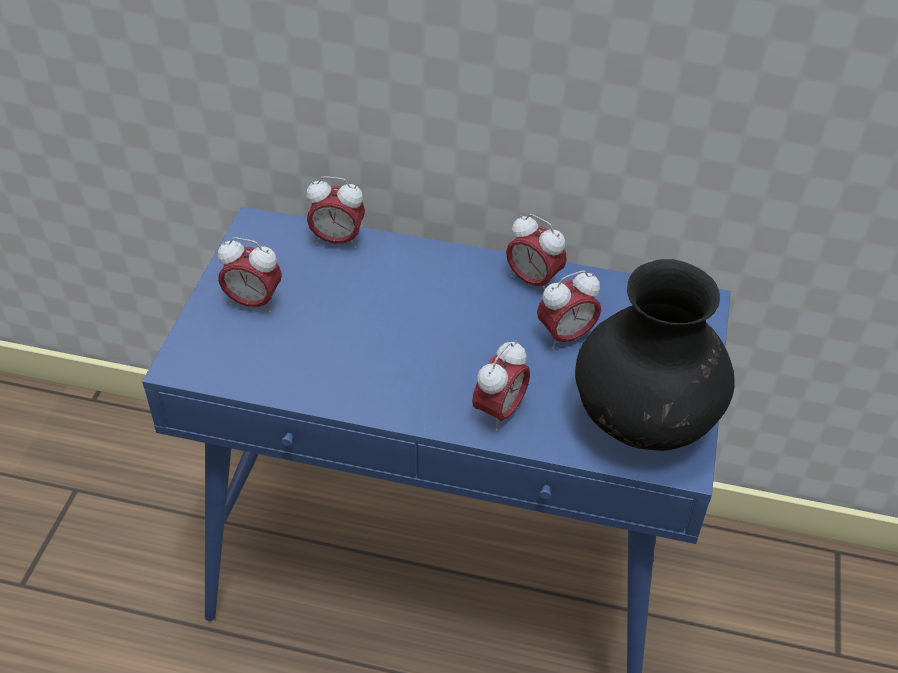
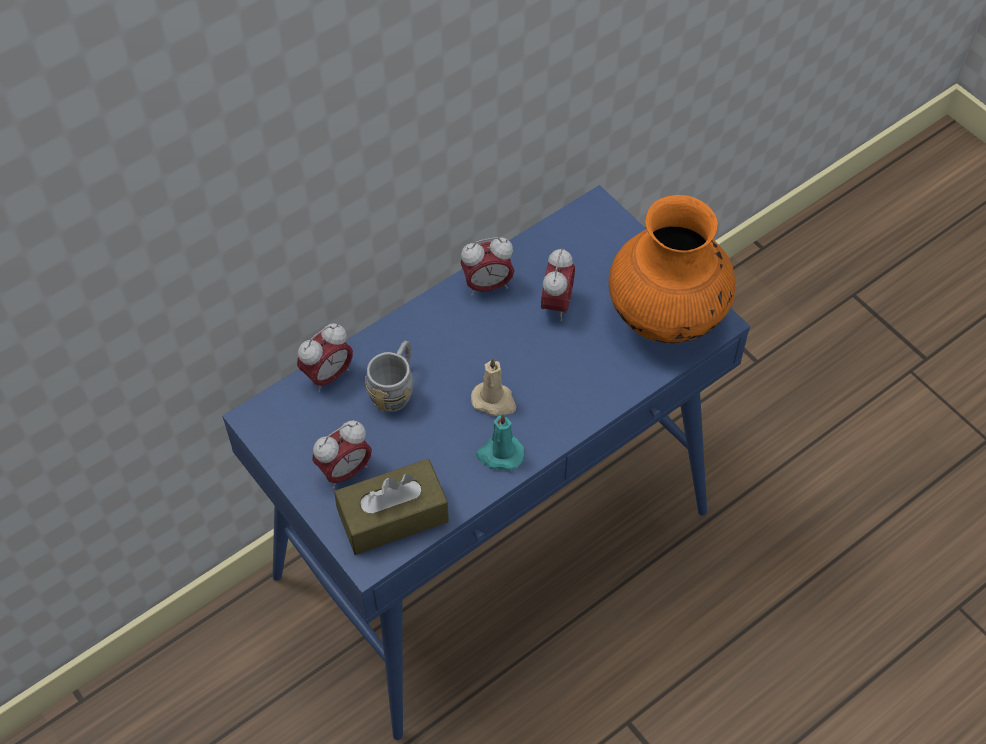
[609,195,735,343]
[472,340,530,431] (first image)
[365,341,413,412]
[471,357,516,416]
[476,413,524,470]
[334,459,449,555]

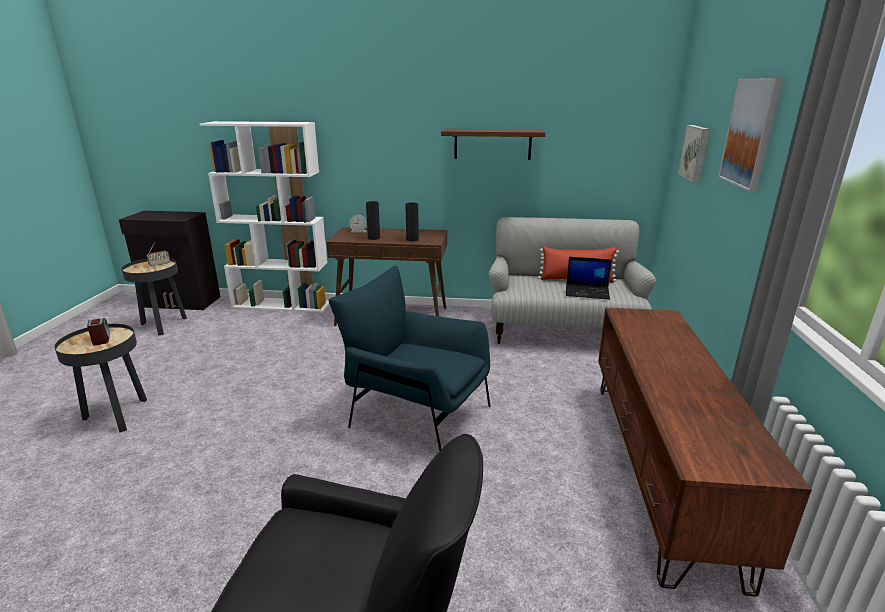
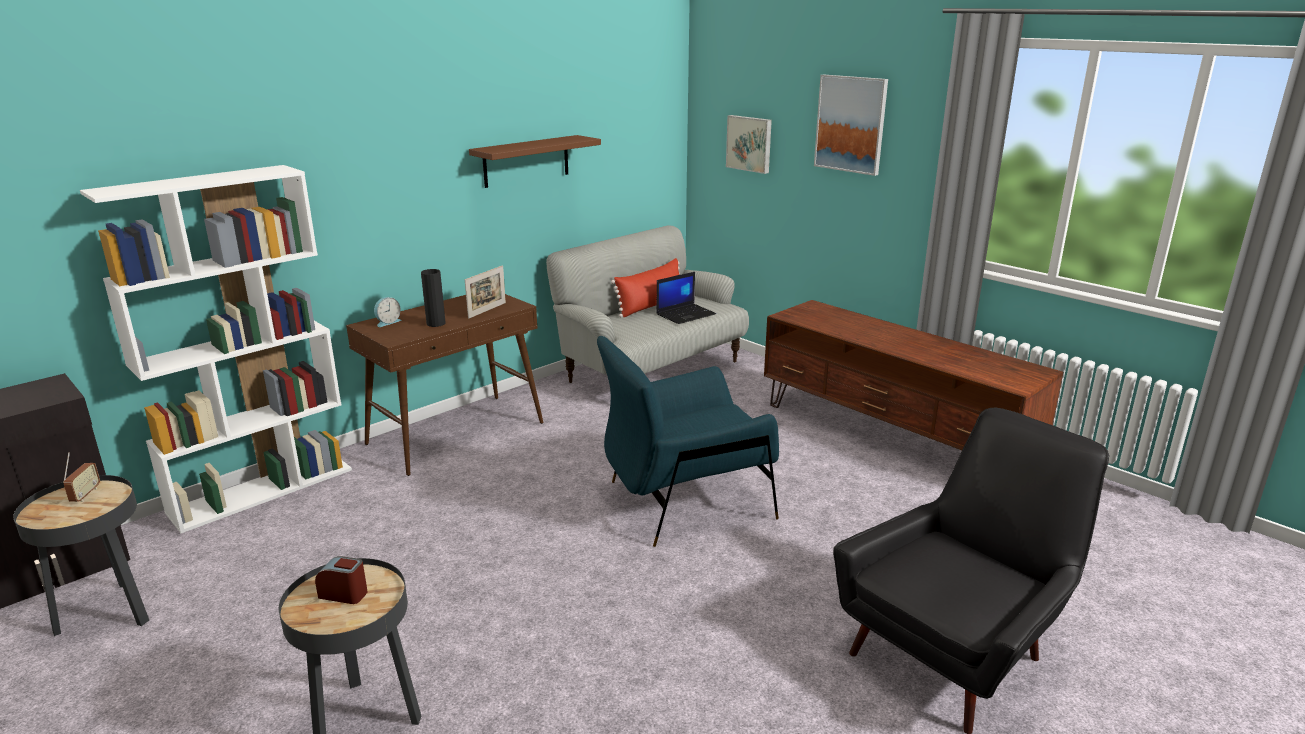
[465,265,506,319]

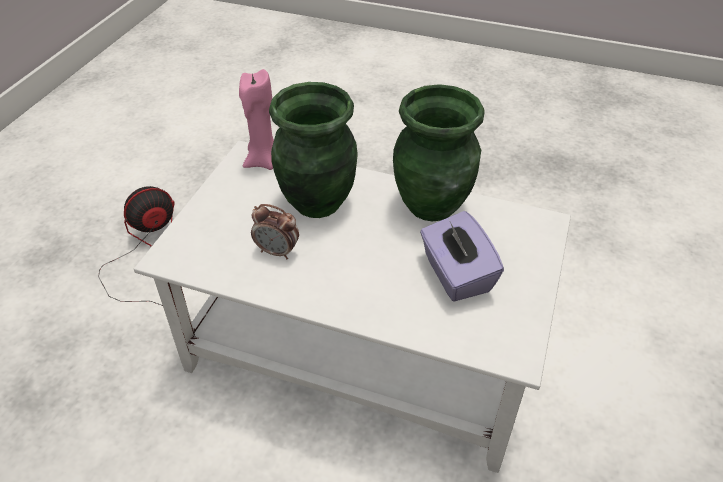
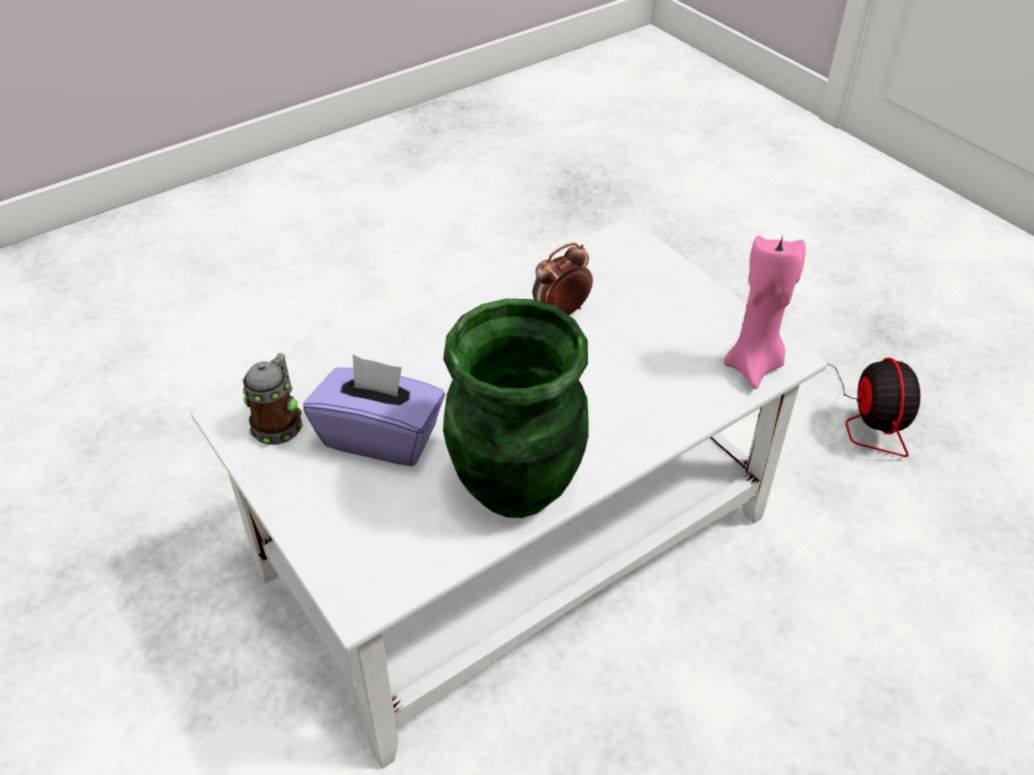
[269,82,358,218] (first image)
[243,353,303,445]

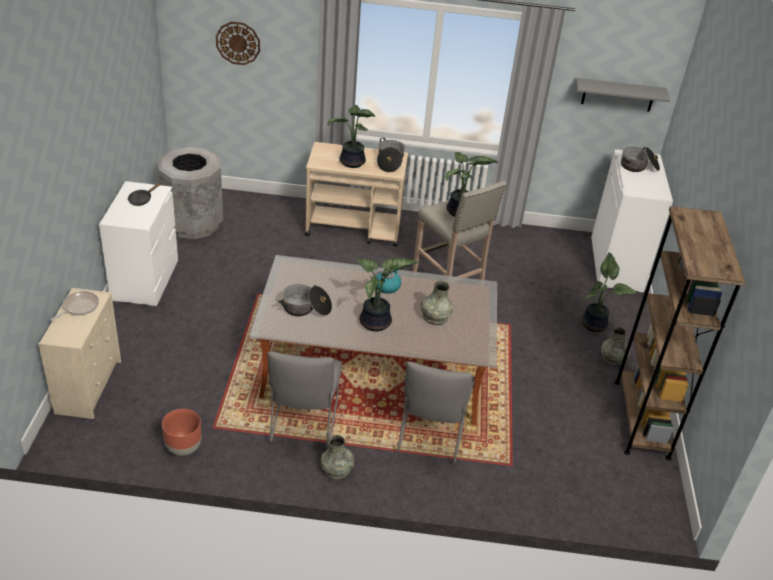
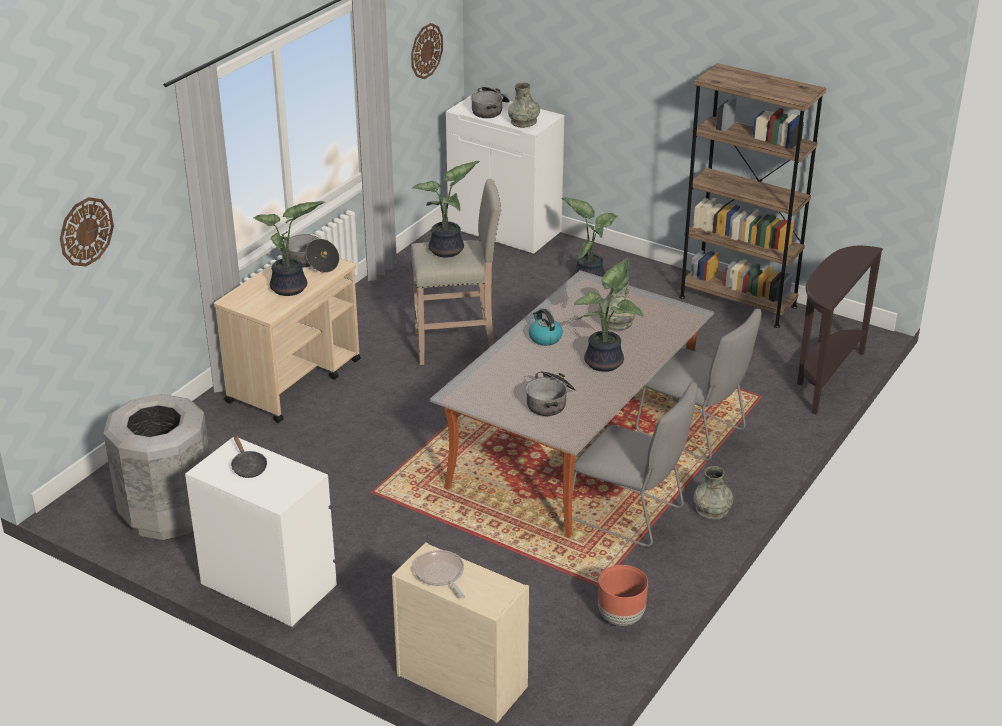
[411,23,443,79]
[508,83,540,128]
[797,246,883,414]

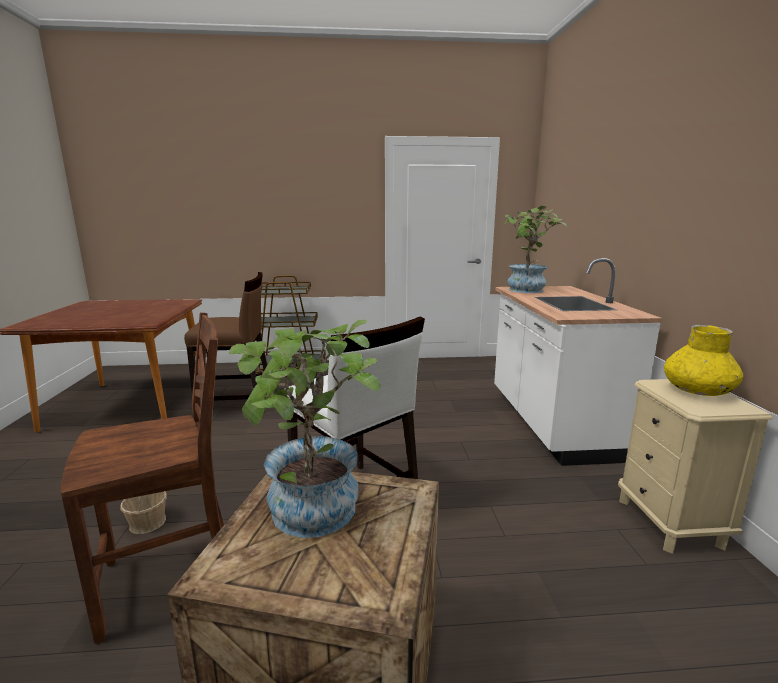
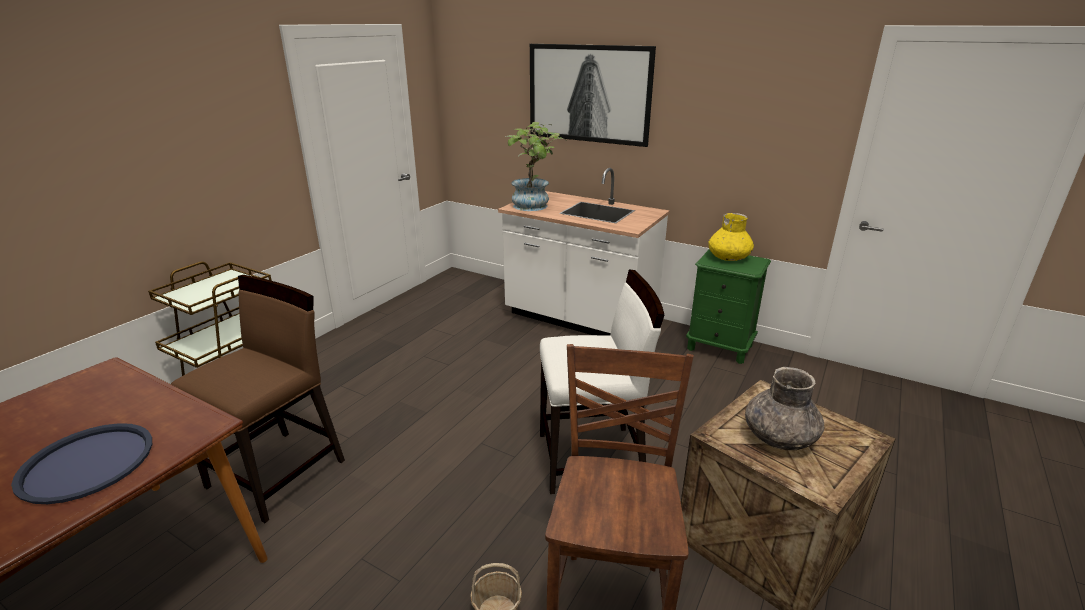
[745,367,824,450]
[686,249,771,364]
[530,44,656,147]
[11,423,152,504]

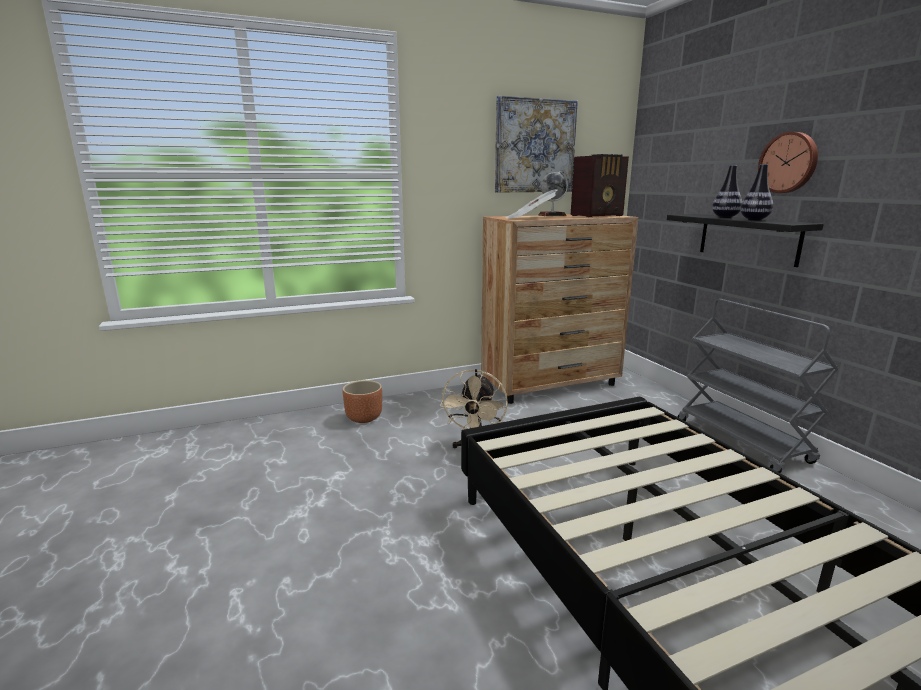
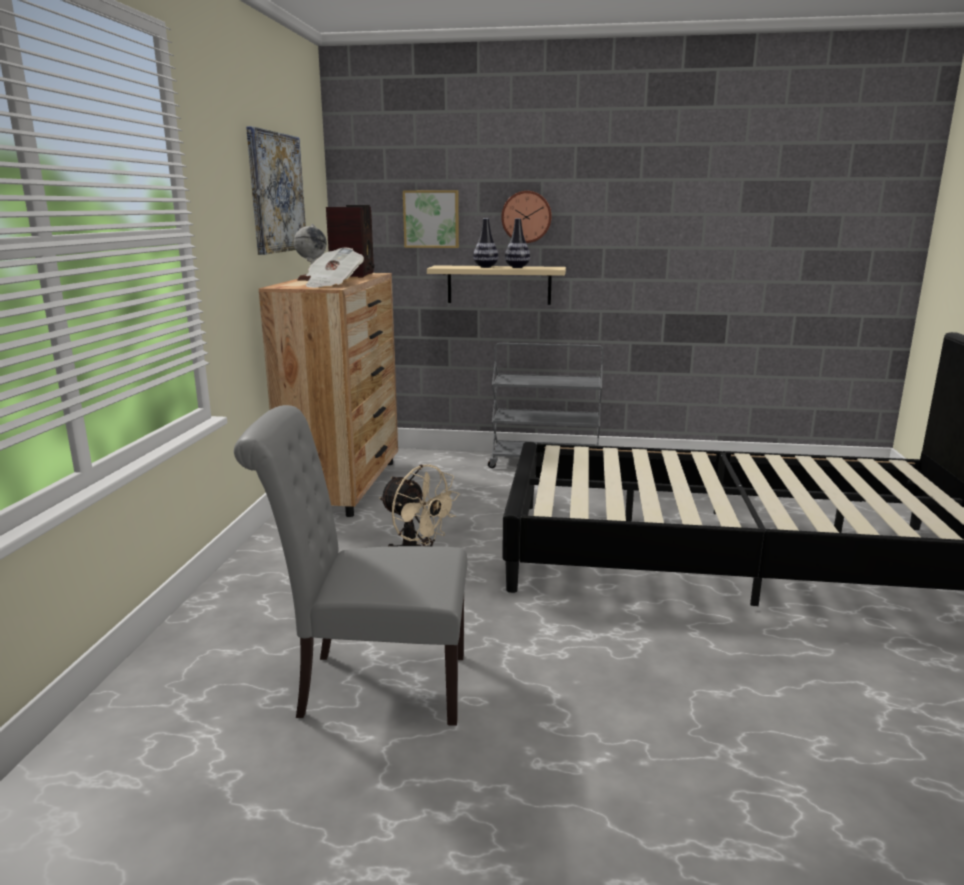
[427,265,566,305]
[343,380,382,423] (first image)
[403,190,459,248]
[234,405,467,726]

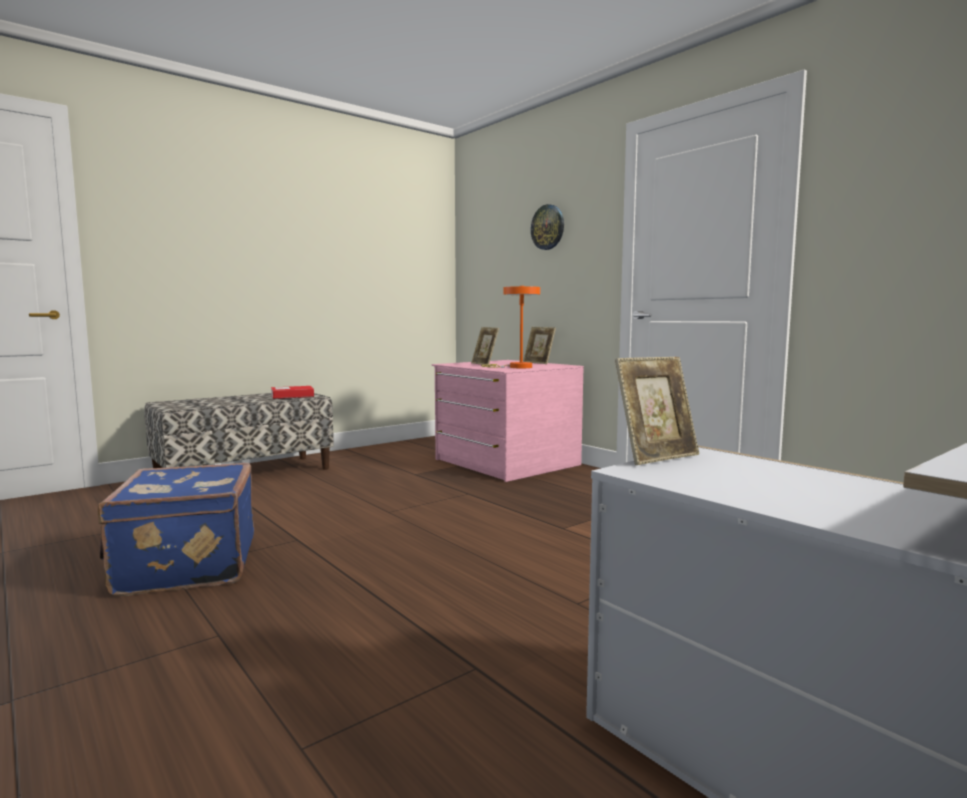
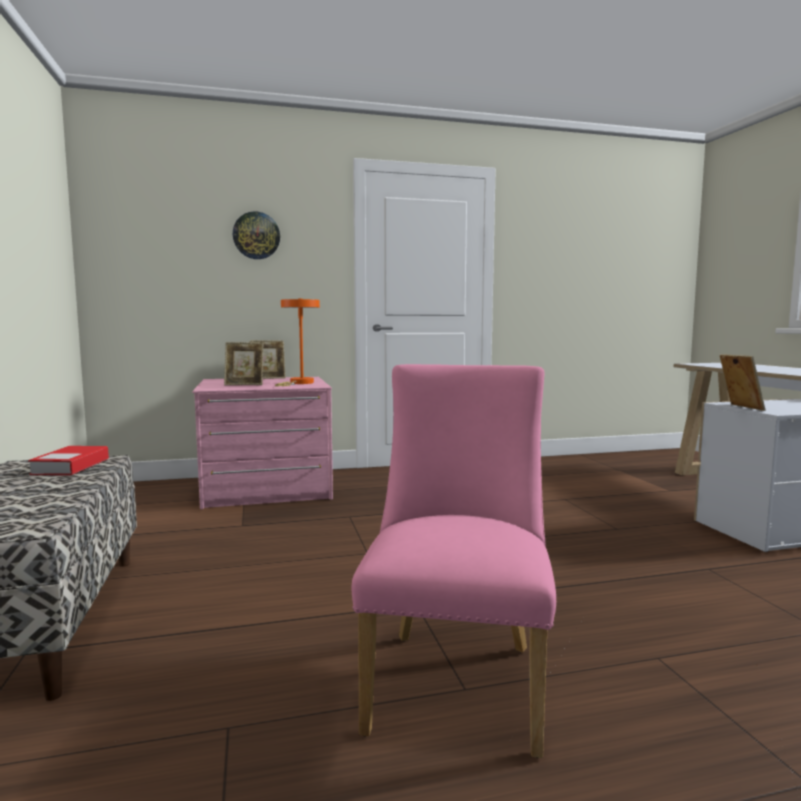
[351,364,556,758]

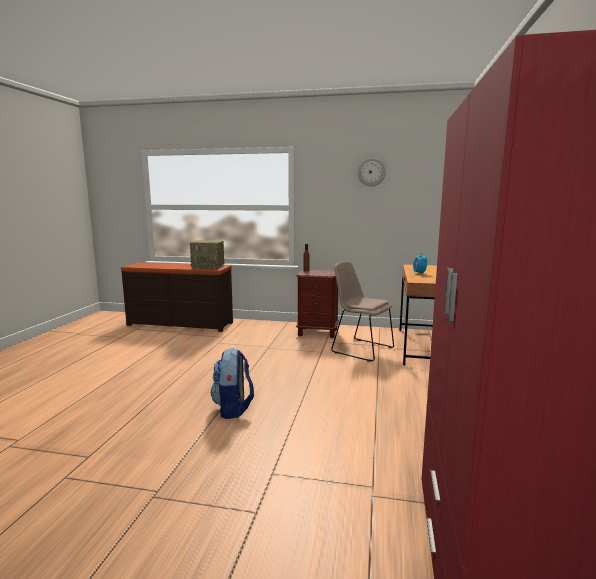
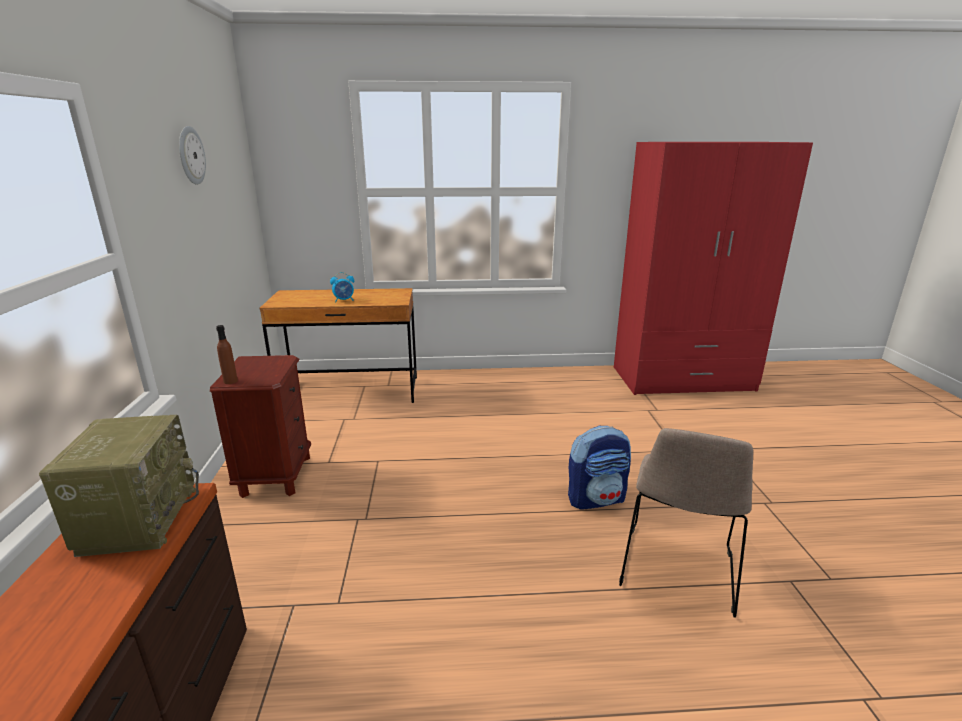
[619,428,753,618]

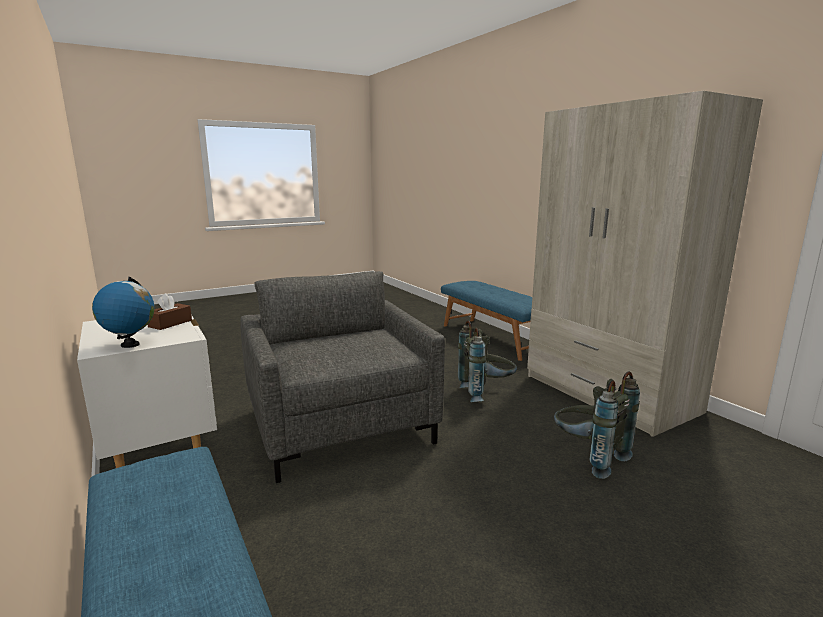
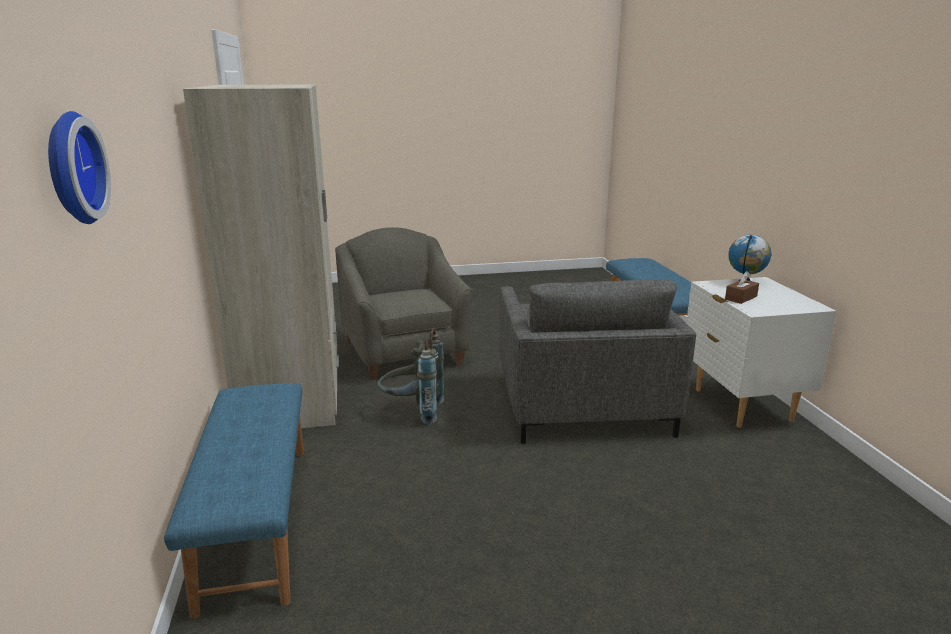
[335,227,472,380]
[48,111,111,224]

